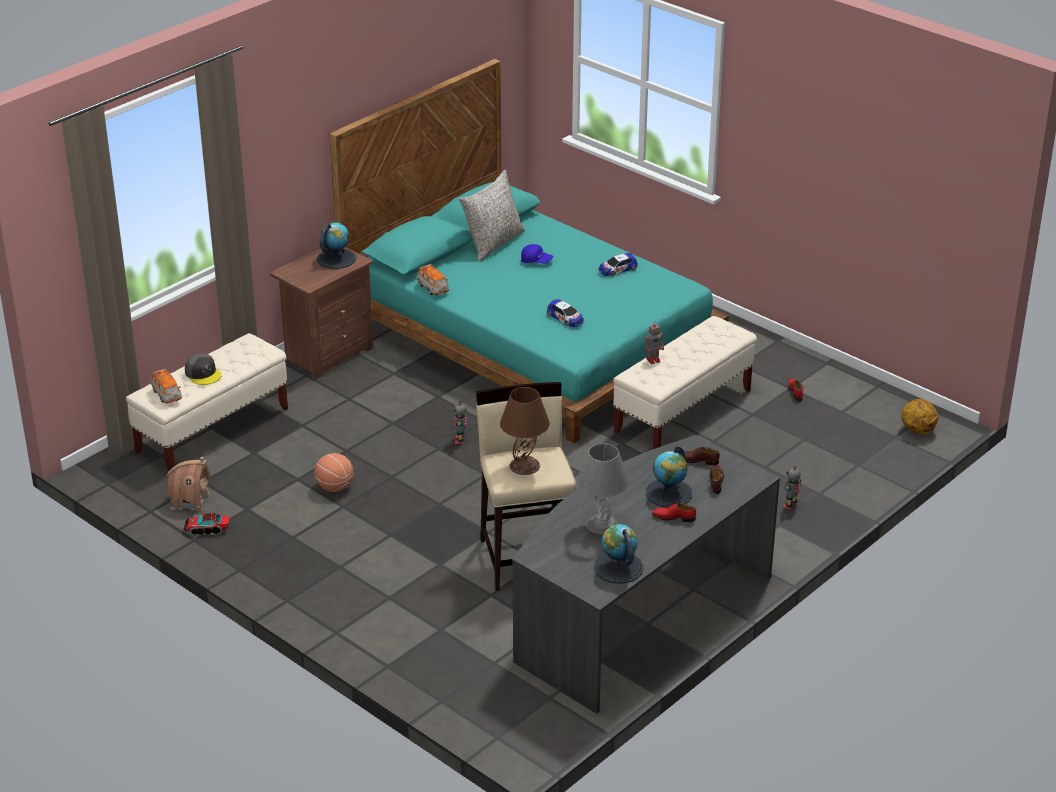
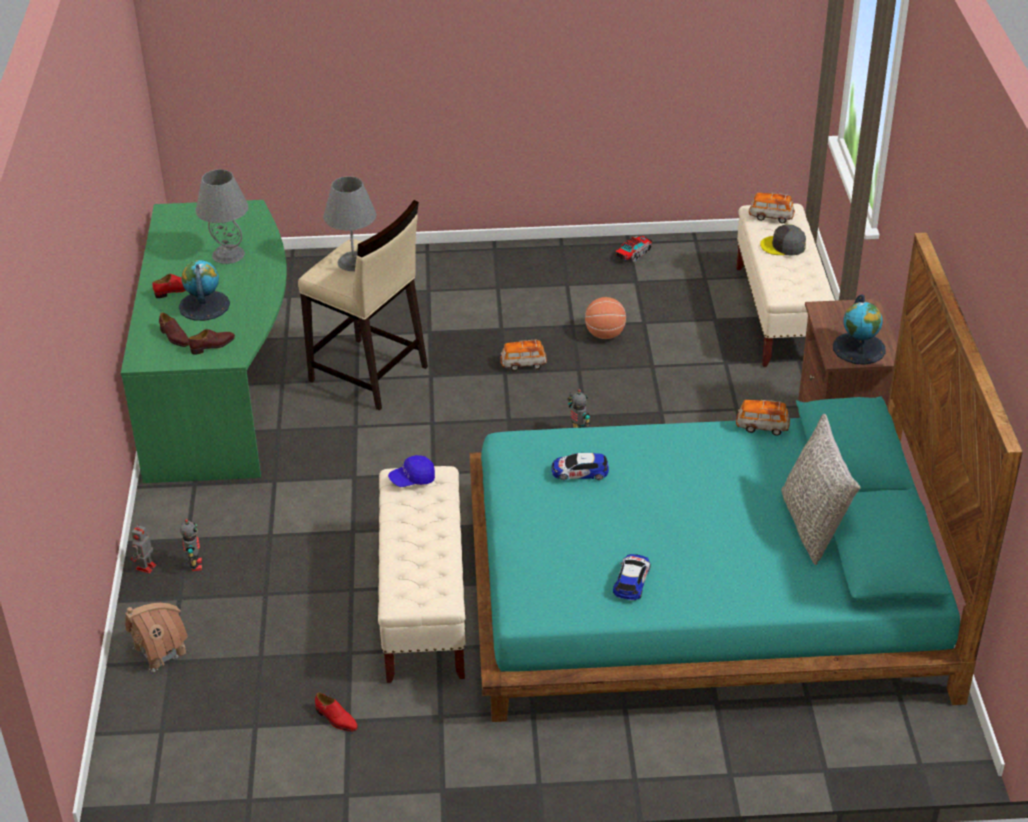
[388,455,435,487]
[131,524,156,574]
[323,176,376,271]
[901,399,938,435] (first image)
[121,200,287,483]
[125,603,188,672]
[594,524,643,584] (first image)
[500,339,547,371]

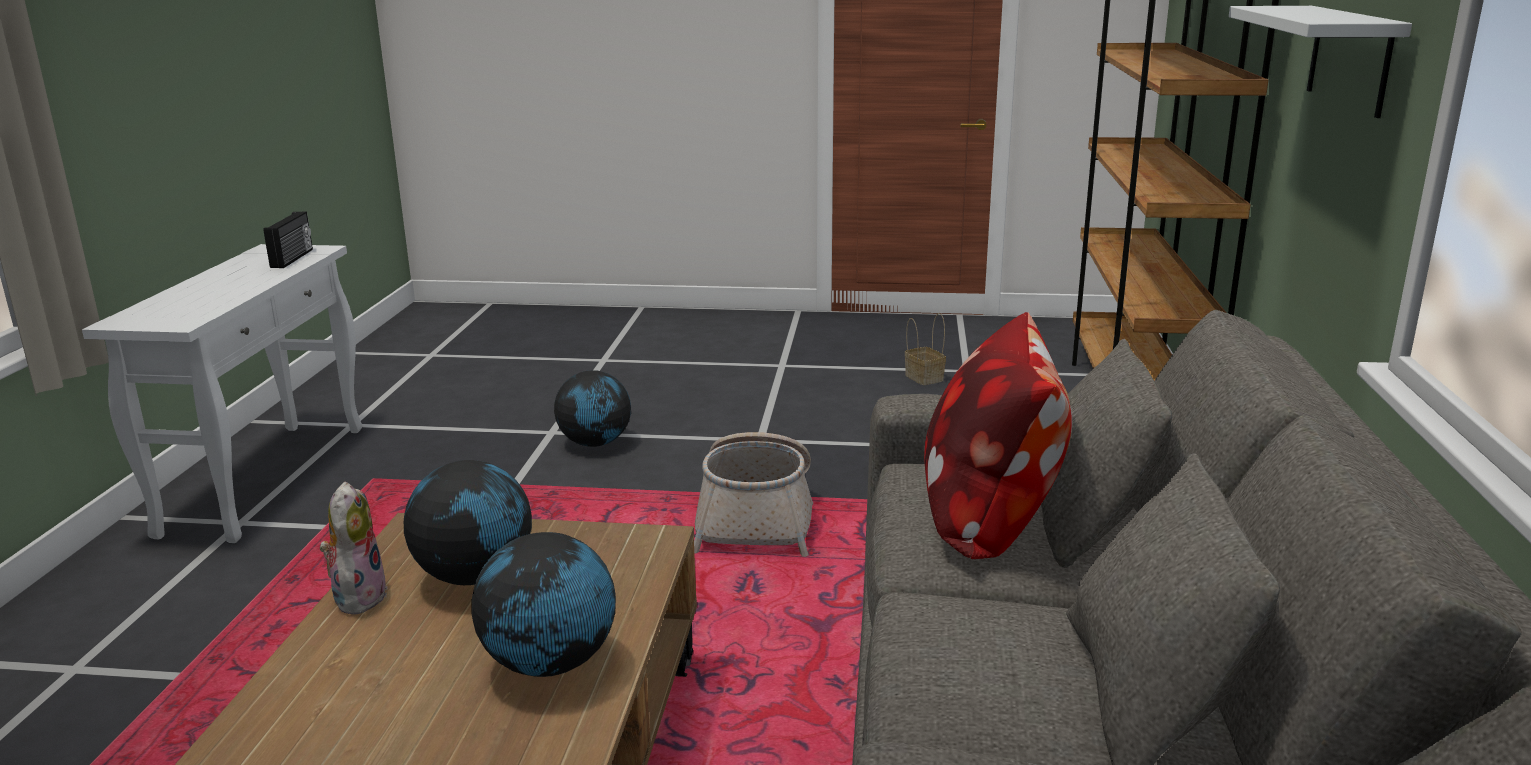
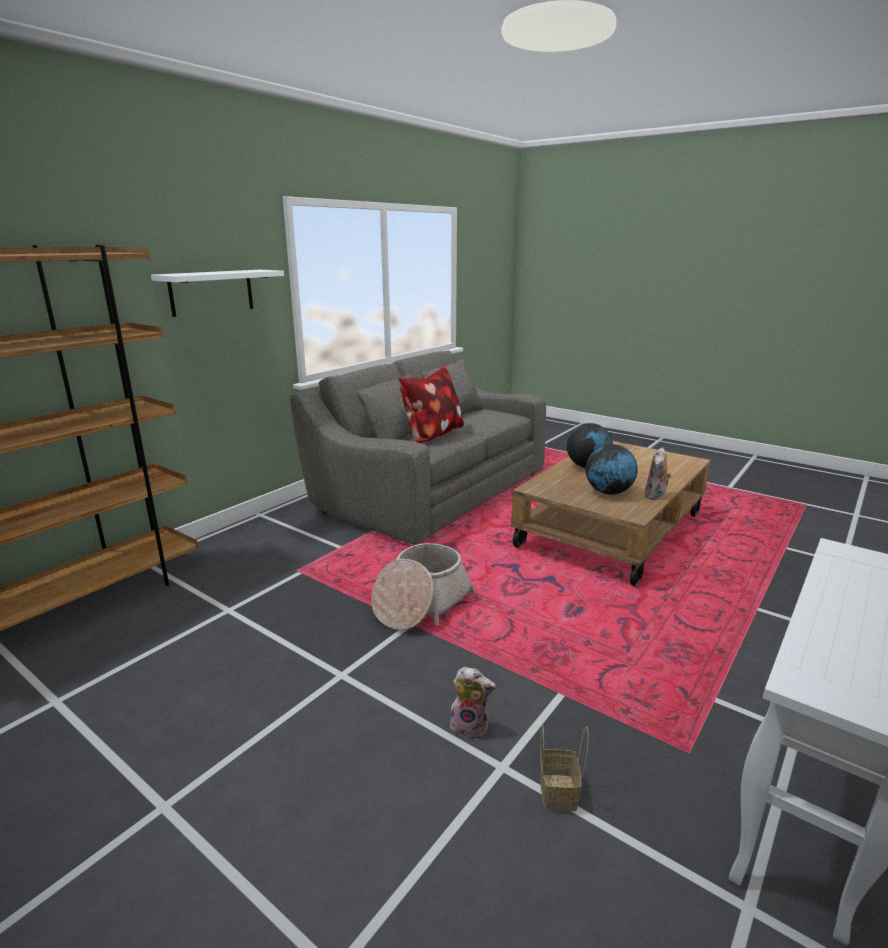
[263,212,313,268] (first image)
[540,725,589,811]
[450,667,496,740]

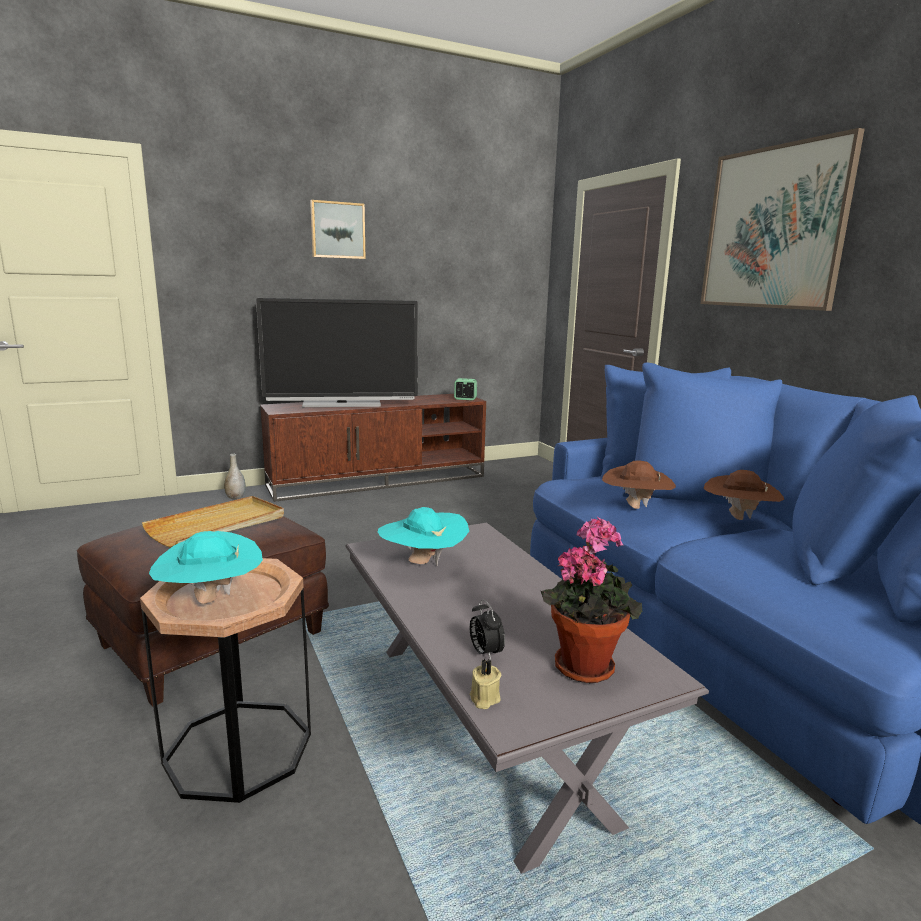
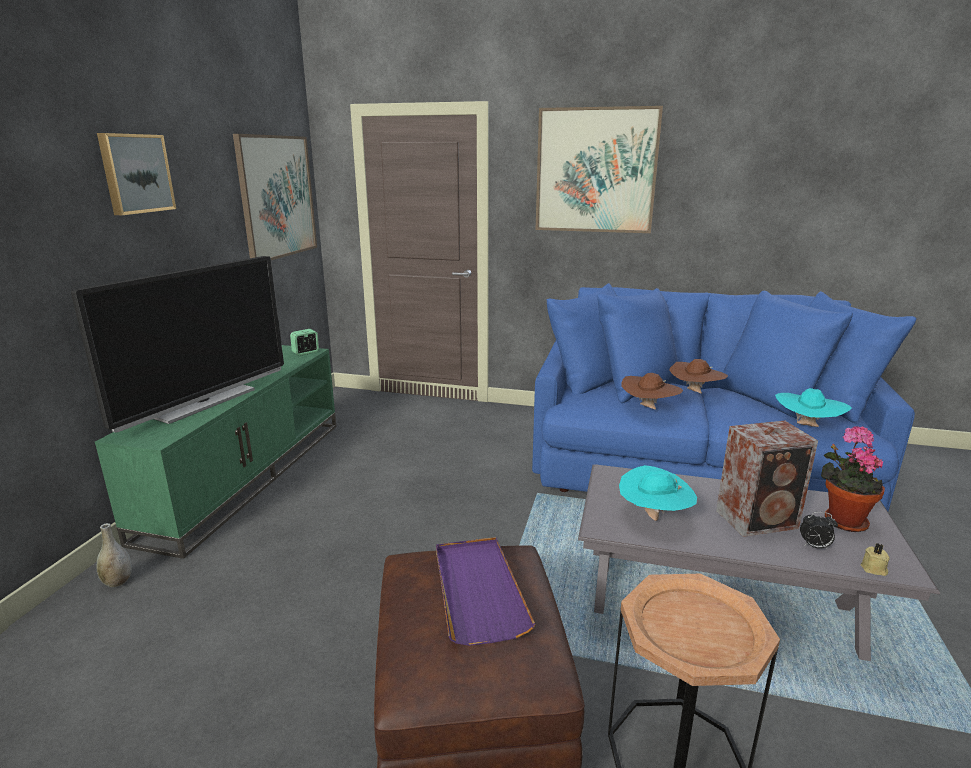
[95,345,336,559]
[436,537,535,646]
[775,388,851,427]
[233,134,317,260]
[716,421,818,537]

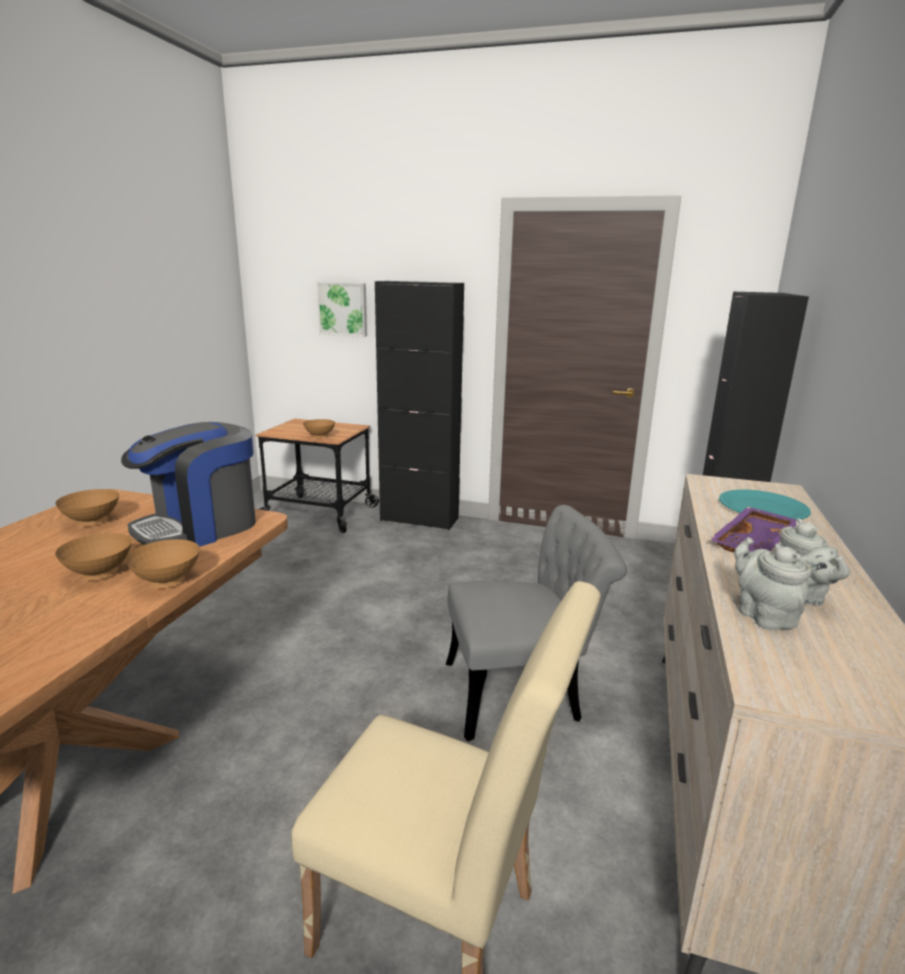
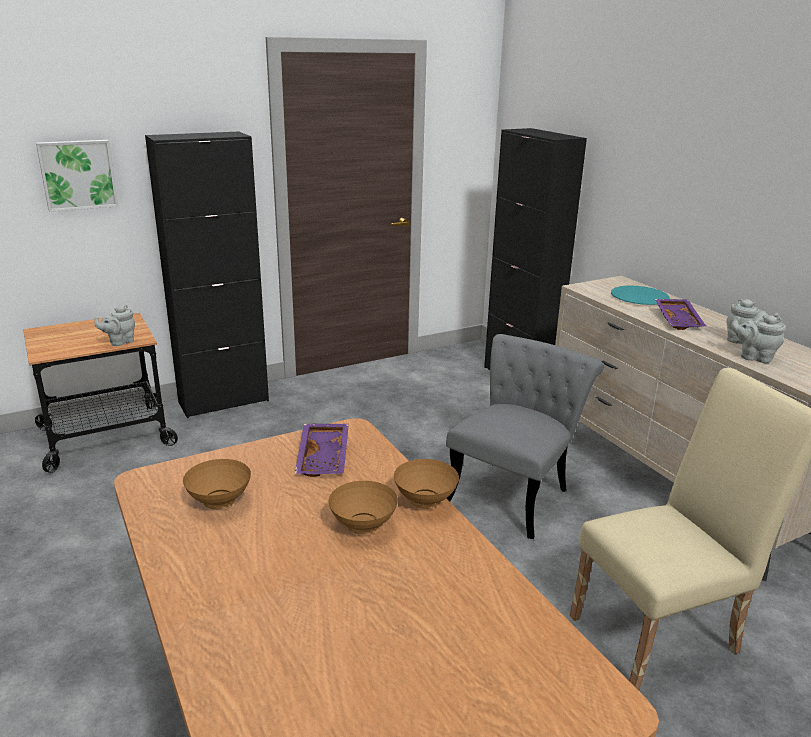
[94,305,135,346]
[295,424,349,477]

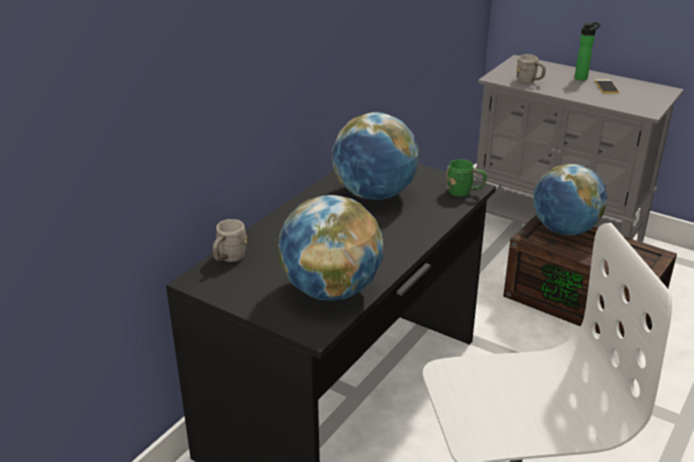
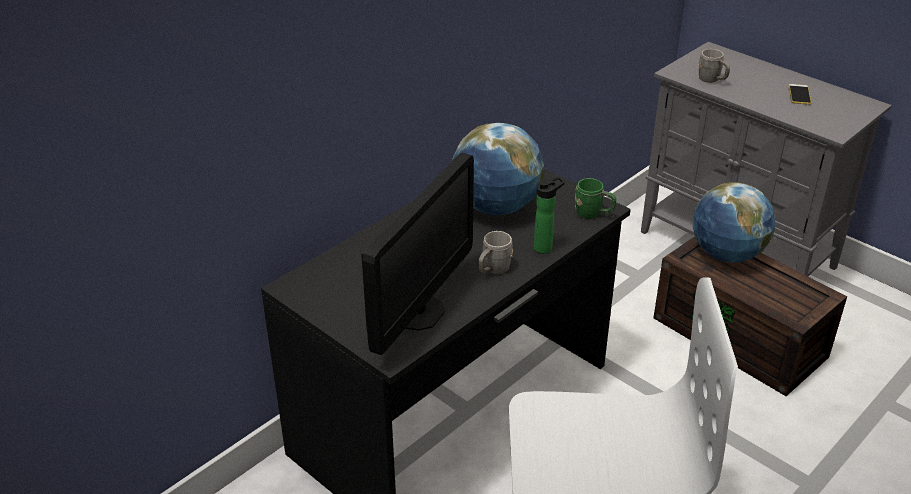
[534,176,565,254]
[361,153,474,355]
[478,231,513,274]

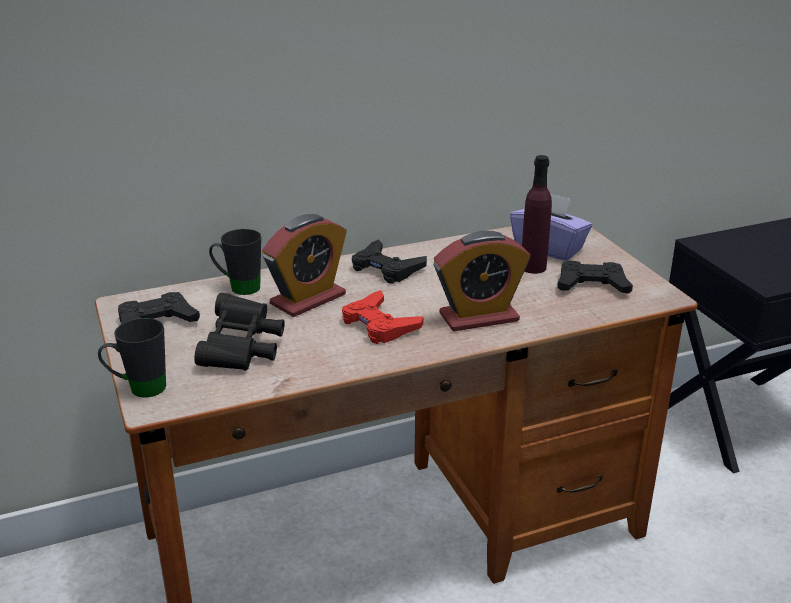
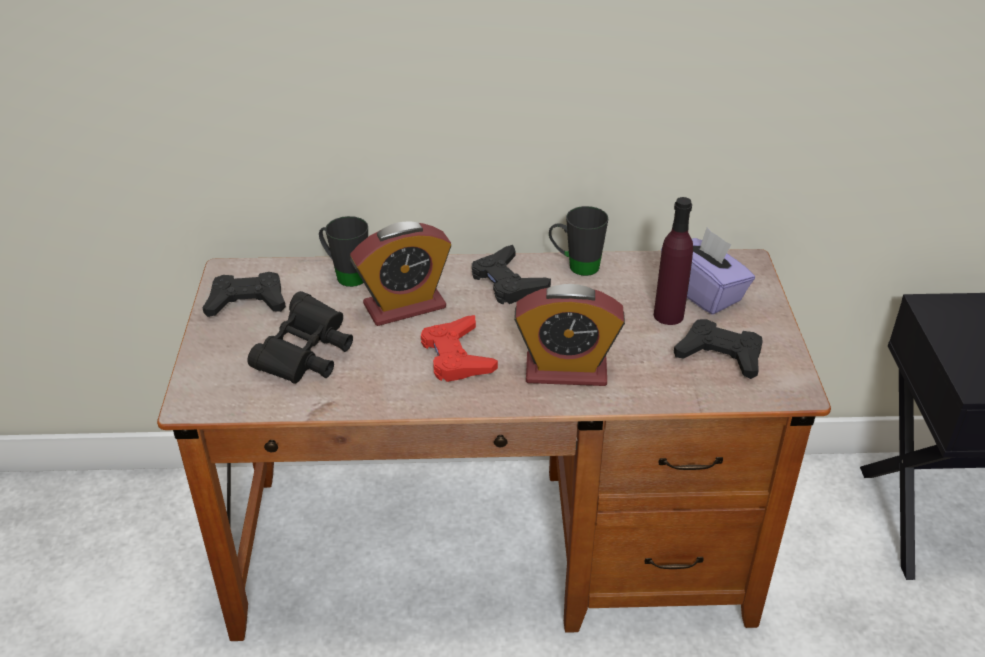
[549,206,608,276]

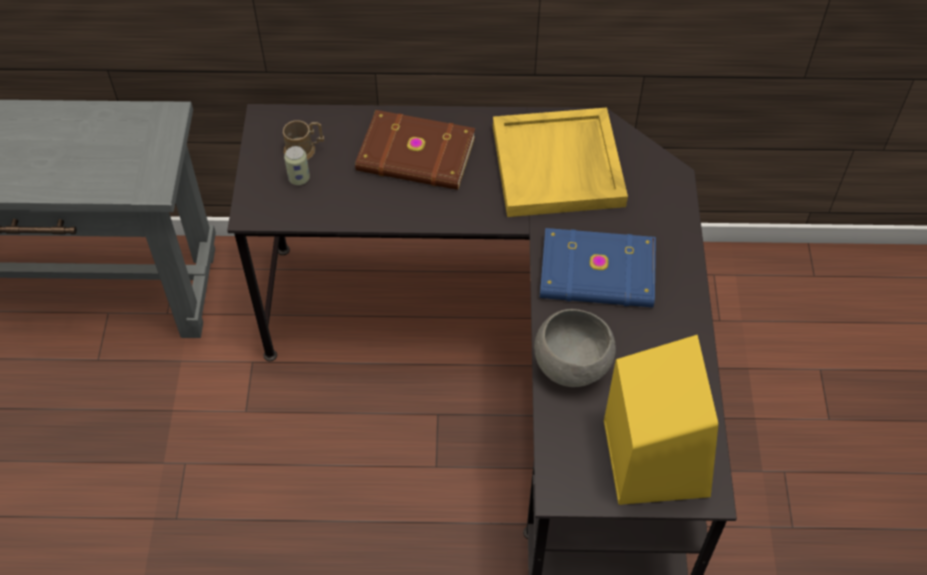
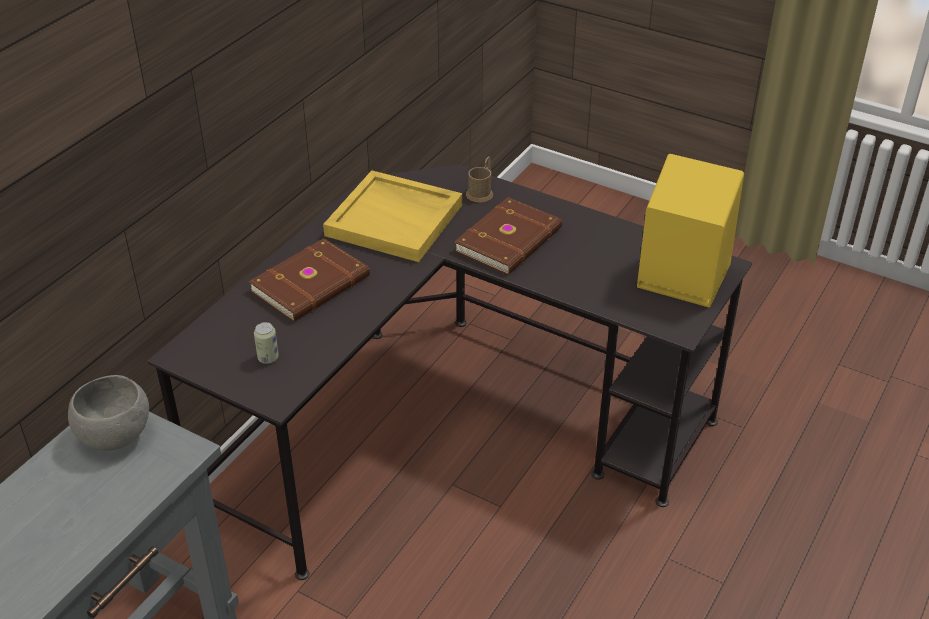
[466,156,493,202]
[454,197,562,275]
[68,375,149,450]

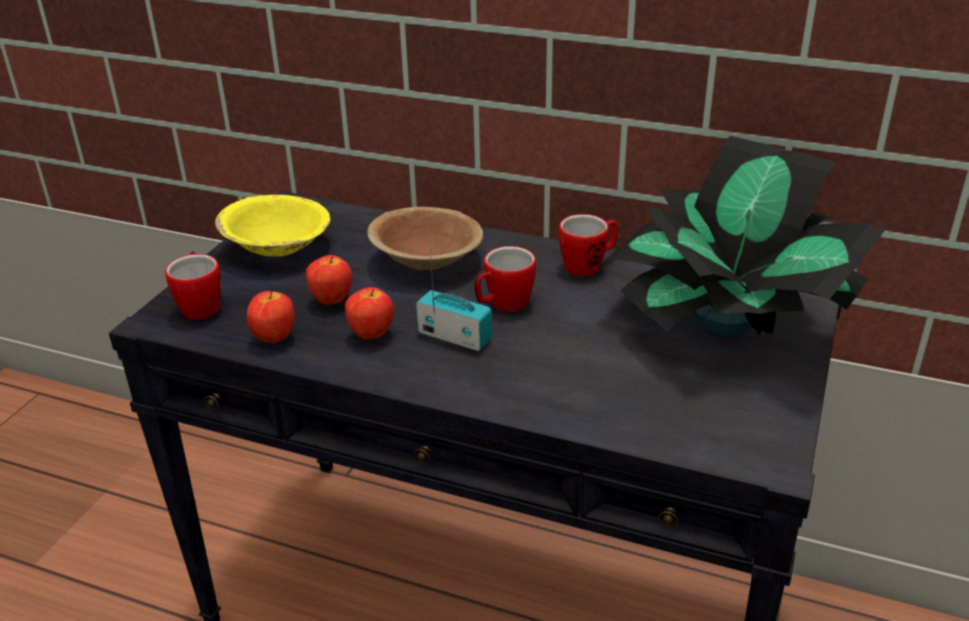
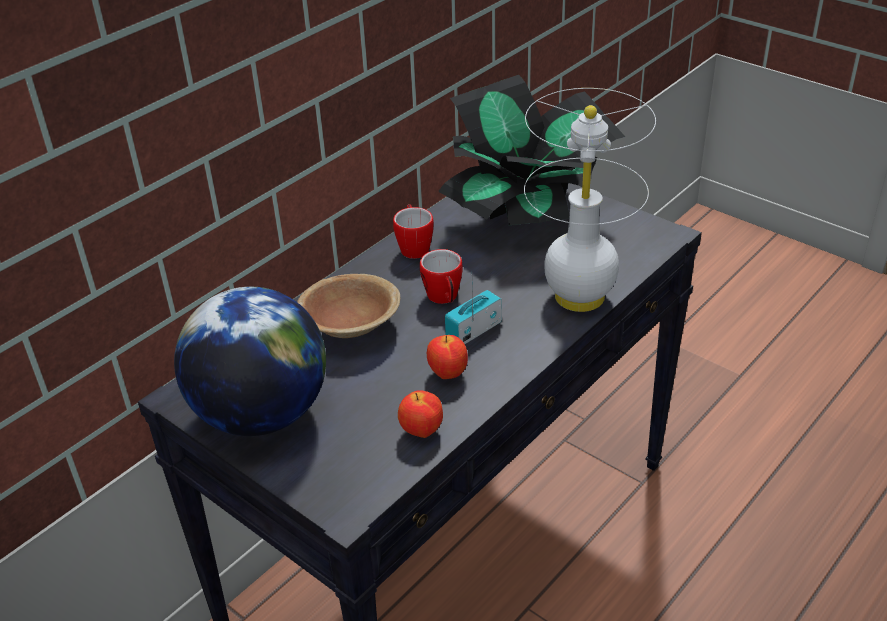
[174,287,326,436]
[165,251,221,320] (first image)
[306,255,352,305] (first image)
[524,88,656,312]

